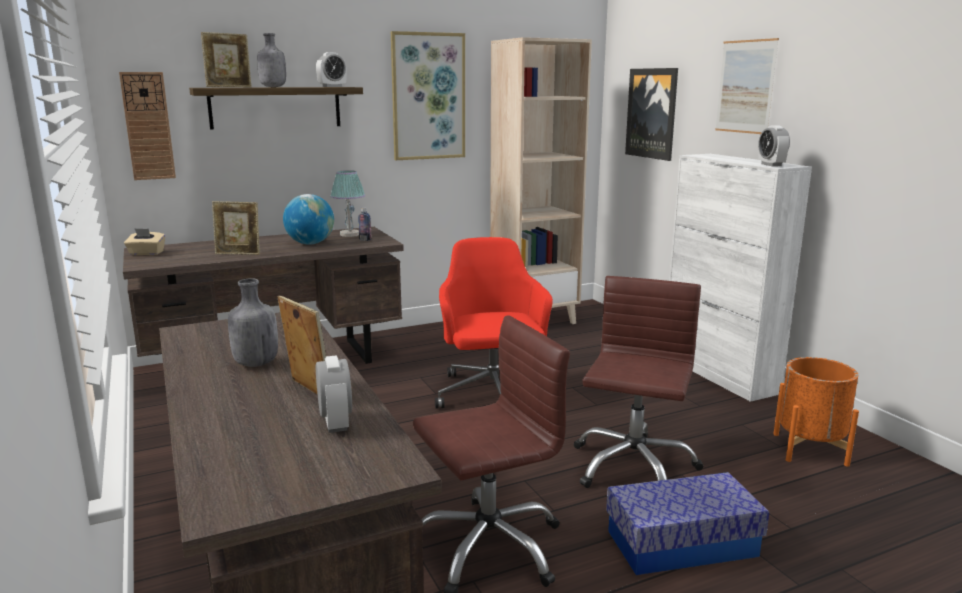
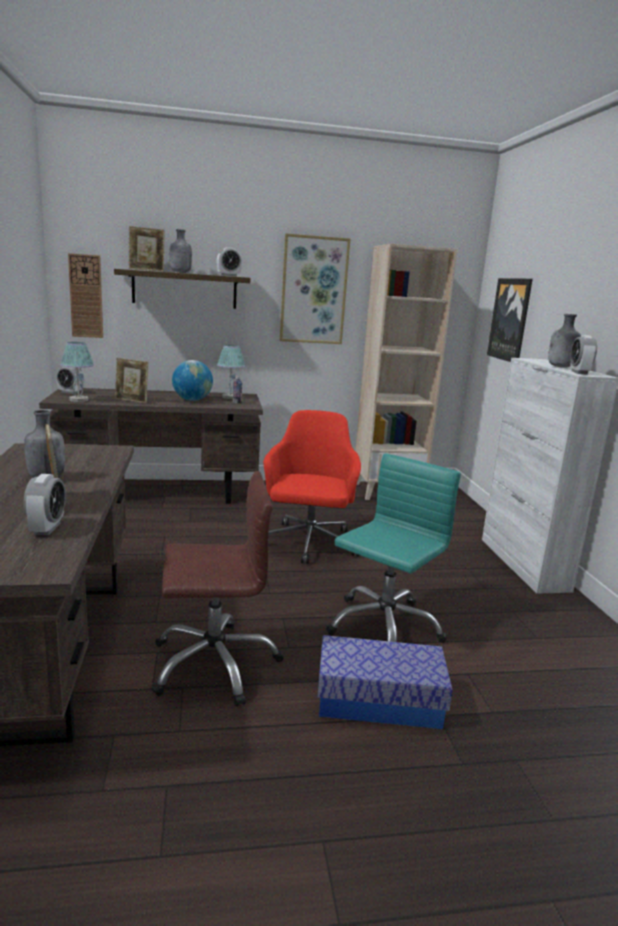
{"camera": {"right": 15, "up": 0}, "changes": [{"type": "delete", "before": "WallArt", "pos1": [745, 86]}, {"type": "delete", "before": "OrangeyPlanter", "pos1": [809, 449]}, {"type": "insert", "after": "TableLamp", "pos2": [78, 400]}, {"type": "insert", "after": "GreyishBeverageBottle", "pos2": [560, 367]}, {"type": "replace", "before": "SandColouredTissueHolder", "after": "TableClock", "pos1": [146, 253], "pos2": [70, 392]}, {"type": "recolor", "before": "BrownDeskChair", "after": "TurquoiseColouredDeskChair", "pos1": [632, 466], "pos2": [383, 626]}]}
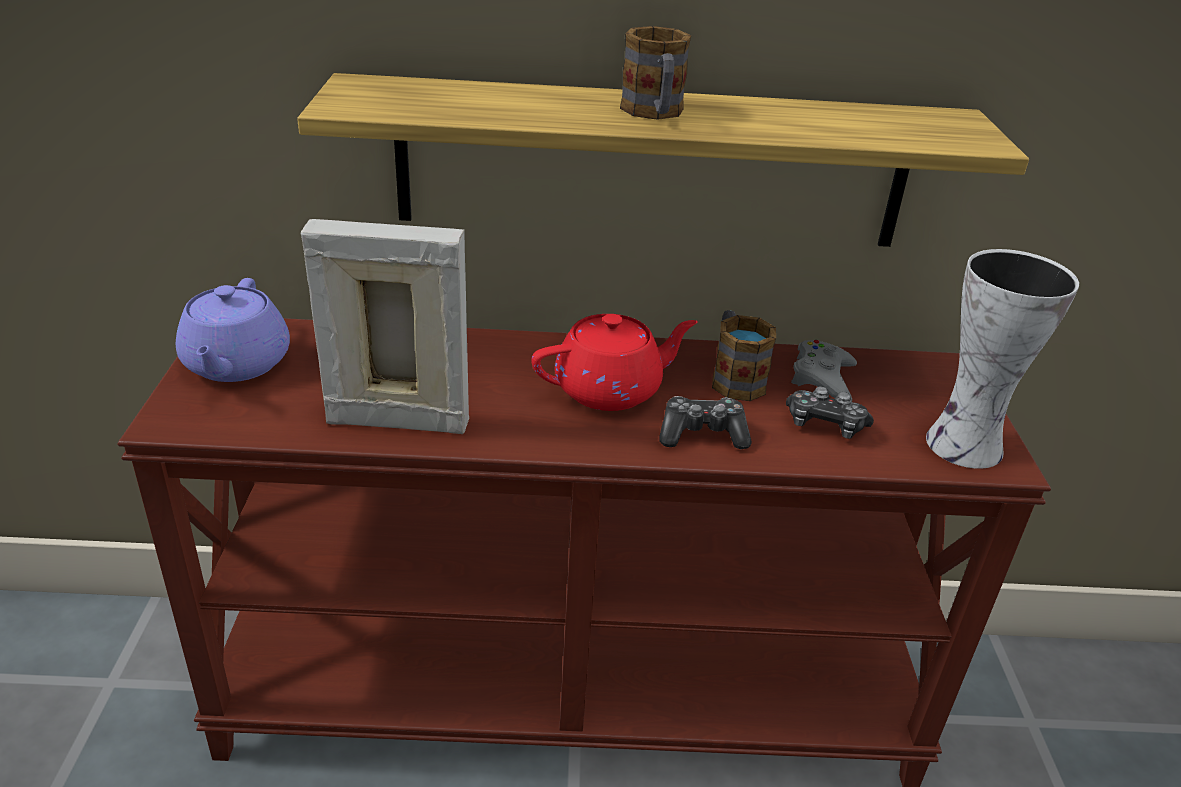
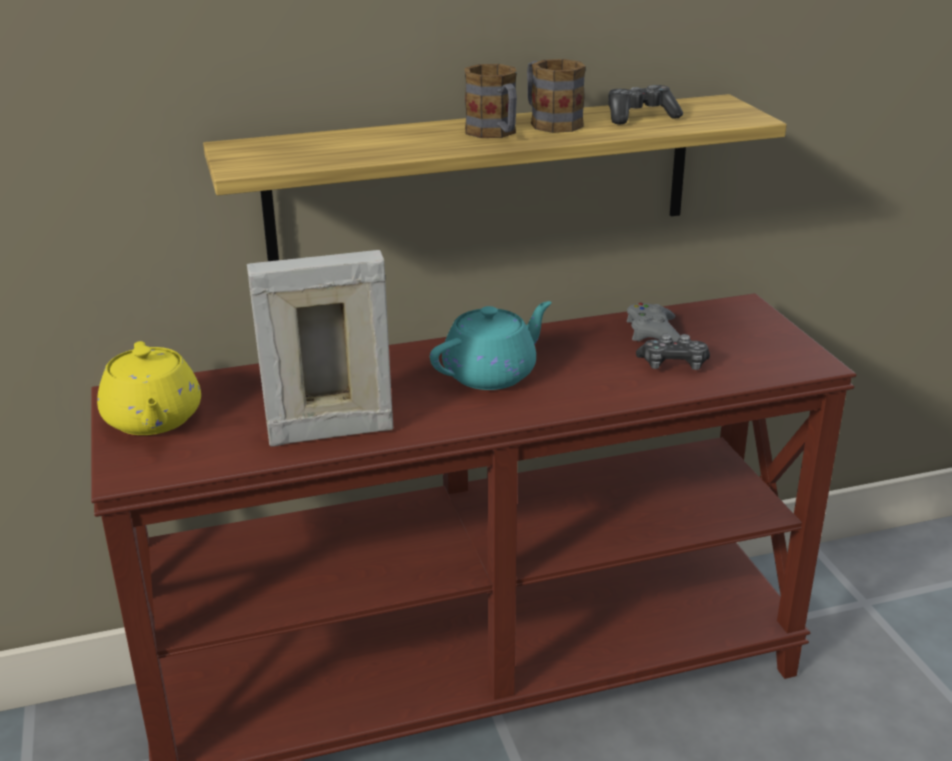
{"camera": {"right": -15, "up": -5}, "changes": [{"type": "delete", "before": "Vase", "pos1": [960, 444]}, {"type": "move", "before": "Gamepad", "pos1": [702, 434], "pos2": [640, 117]}, {"type": "move", "before": "CoffeeMug", "pos1": [734, 378], "pos2": [550, 122]}, {"type": "recolor", "before": "PurpleTeapot", "after": "YellowColouredTeapot", "pos1": [236, 364], "pos2": [153, 419]}, {"type": "recolor", "before": "RedColouredTeapot", "after": "TurquoiseColouredTeapot", "pos1": [611, 390], "pos2": [491, 374]}]}
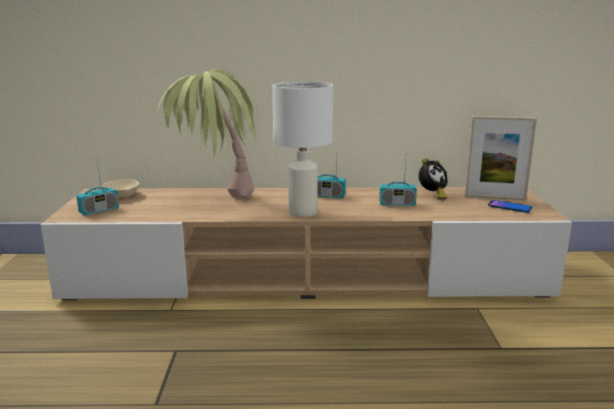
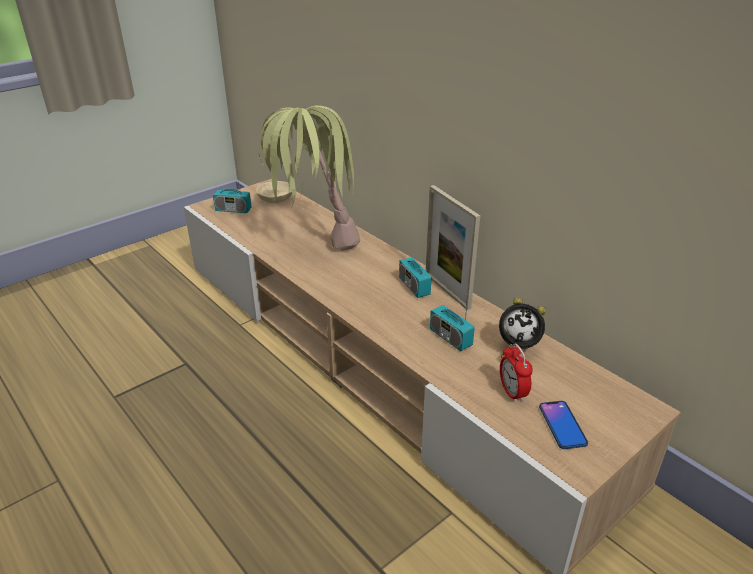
{"camera": {"right": 50, "up": 15}, "changes": [{"type": "delete", "before": "WhiteTableLamp", "pos1": [302, 212]}, {"type": "insert", "after": "TableClock", "pos2": [512, 392]}, {"type": "move", "before": "StandingFrame", "pos1": [495, 198], "pos2": [447, 291]}]}
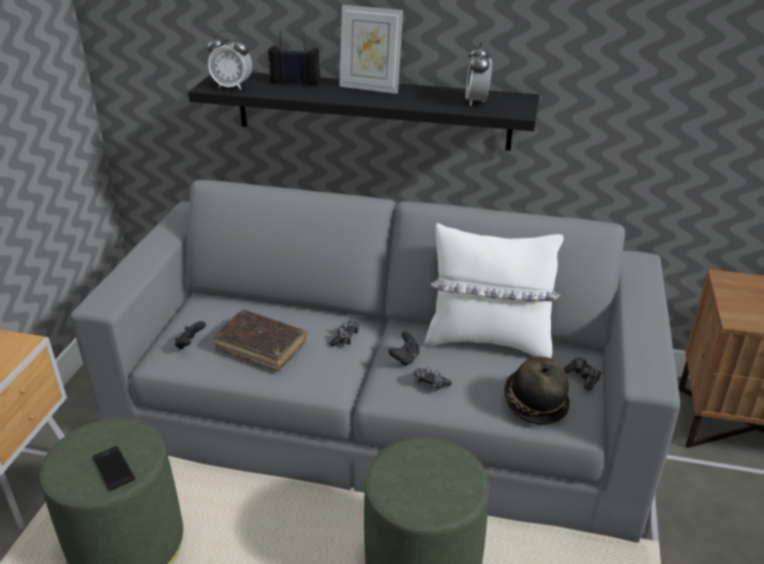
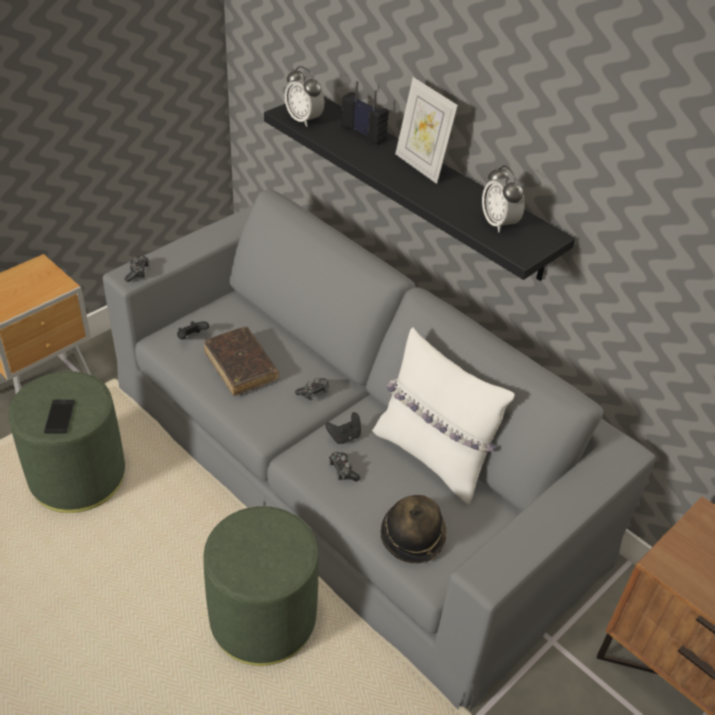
{"camera": {"right": 30, "up": 10}, "changes": [{"type": "move", "before": "Gamepad", "pos1": [582, 377], "pos2": [138, 272]}, {"type": "rotate", "before": "TableClock", "pos1": [477, 101], "pos2": [498, 223], "turn": -60}]}
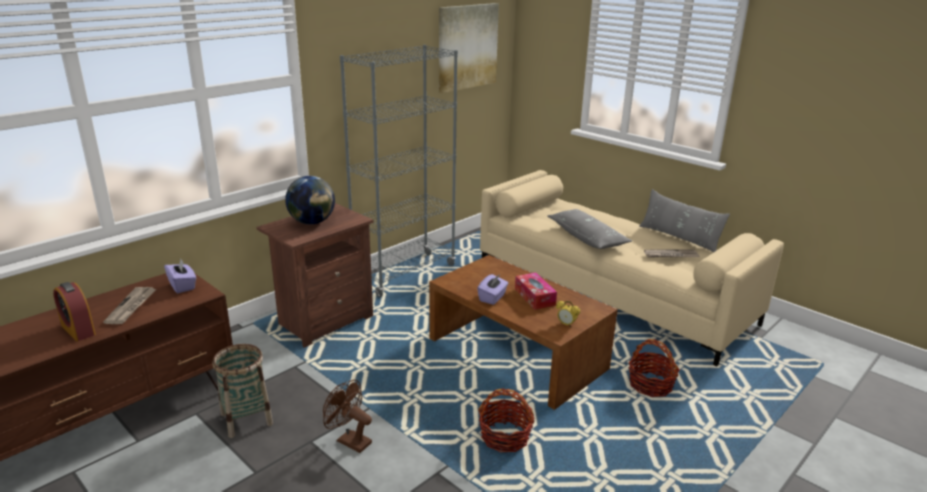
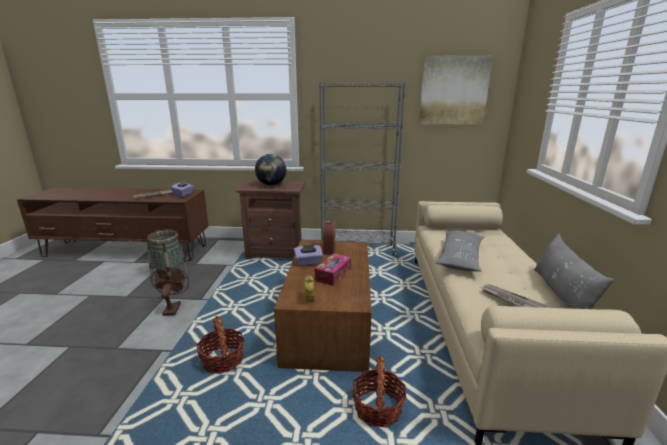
{"camera": {"right": 50, "up": -5}, "changes": [{"type": "move", "before": "TableClock", "pos1": [78, 330], "pos2": [329, 249]}]}
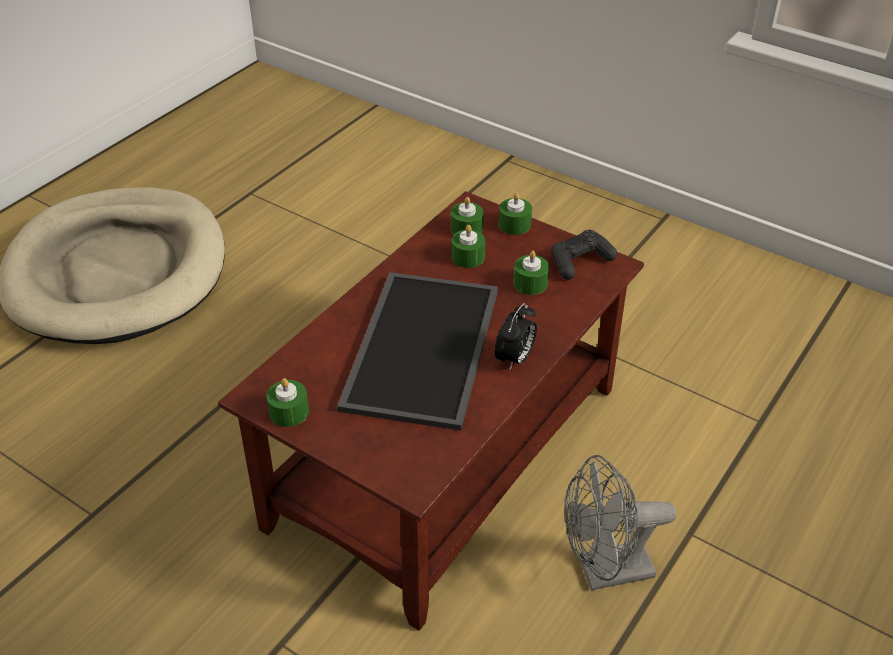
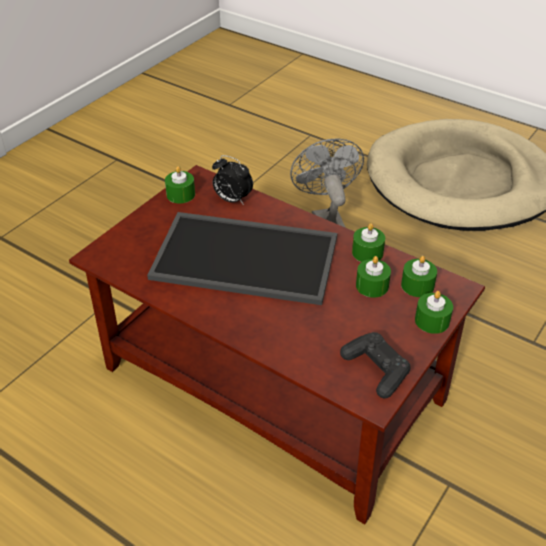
{"camera": {"right": 90, "up": 0}, "changes": [{"type": "move", "before": "TableClock", "pos1": [515, 359], "pos2": [232, 200]}, {"type": "move", "before": "GreenWaxLight", "pos1": [530, 283], "pos2": [367, 252]}, {"type": "move", "before": "GreyishElectricFan", "pos1": [604, 572], "pos2": [326, 220]}]}
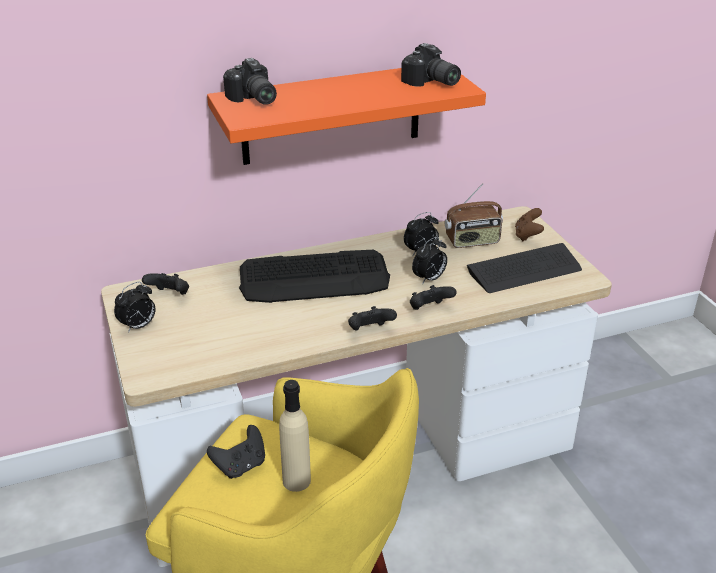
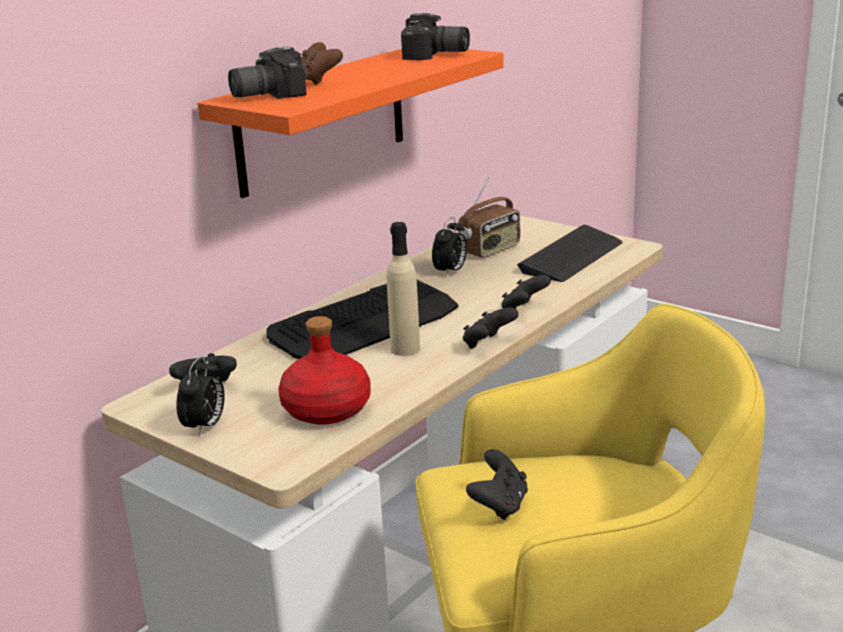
{"camera": {"right": -30, "up": -10}, "changes": [{"type": "delete", "before": "TableClock", "pos1": [429, 279]}, {"type": "insert", "after": "RedColouredBeverageBottle", "pos2": [327, 409]}, {"type": "move", "before": "SandColouredBeverageBottle", "pos1": [296, 481], "pos2": [405, 349]}, {"type": "move", "before": "BrownGamepad", "pos1": [527, 236], "pos2": [318, 81]}, {"type": "rotate", "before": "PhotoCamera", "pos1": [252, 99], "pos2": [265, 95], "turn": 120}]}
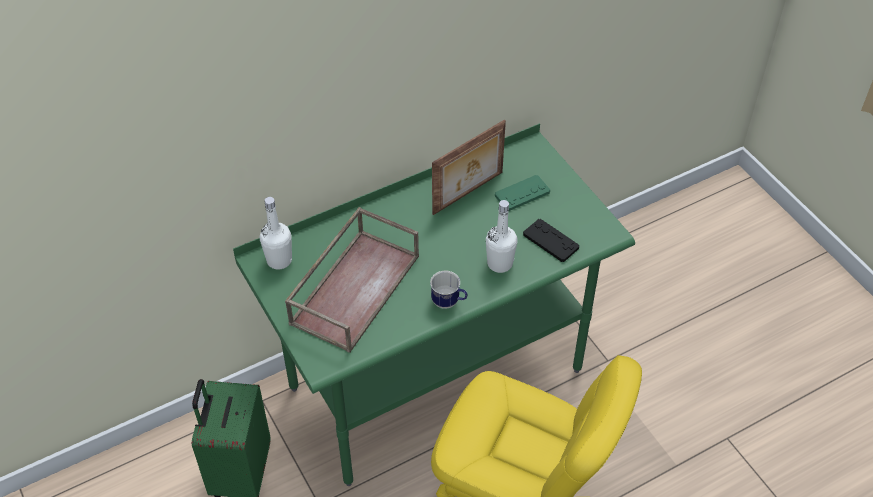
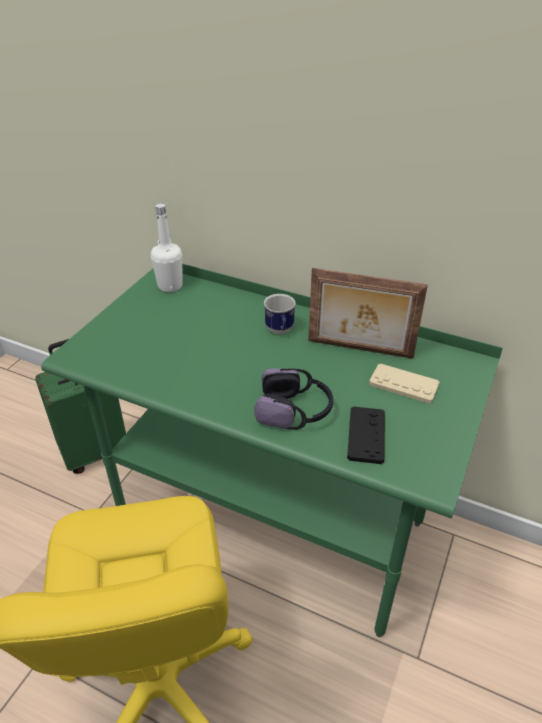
{"camera": {"right": 55, "up": -10}, "changes": [{"type": "delete", "before": "BrownServingTray", "pos1": [354, 287]}, {"type": "move", "before": "CoffeeMug", "pos1": [449, 302], "pos2": [280, 331]}, {"type": "replace", "before": "WhiteBeverageBottle", "after": "Headset", "pos1": [499, 263], "pos2": [294, 411]}, {"type": "recolor", "before": "GreenGamepad", "after": "SandColouredGamepad", "pos1": [522, 194], "pos2": [403, 384]}]}
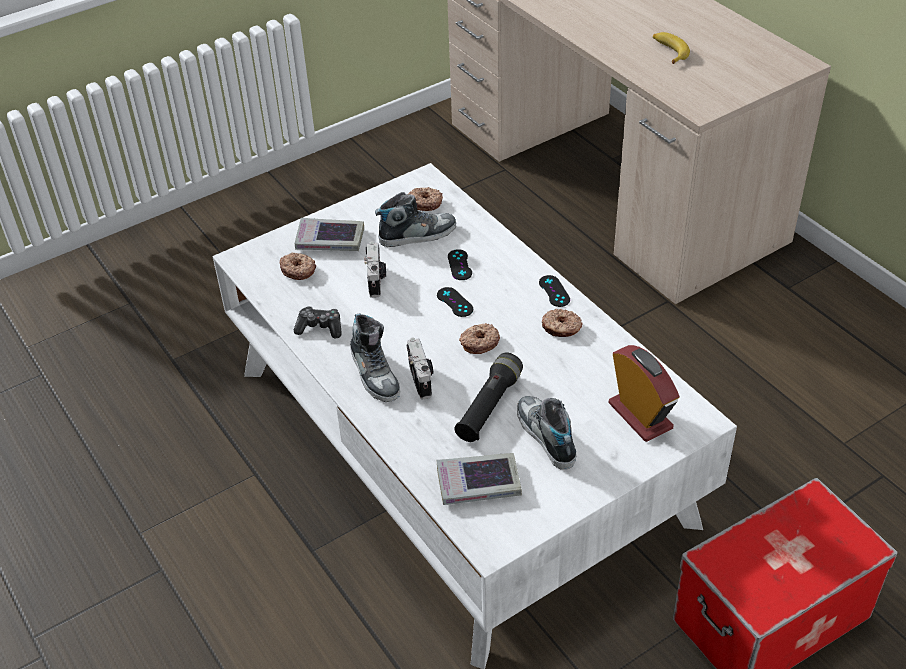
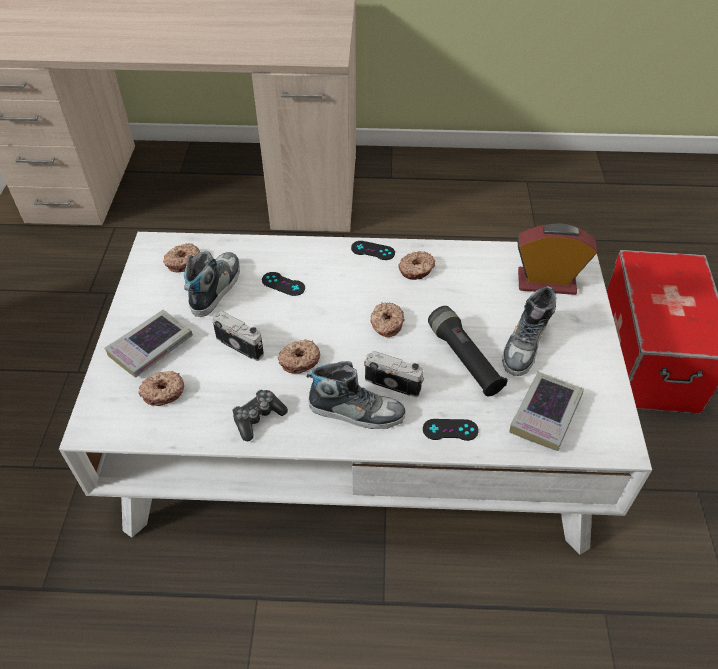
{"camera": {"right": -55, "up": 5}, "changes": [{"type": "delete", "before": "BananaFruit", "pos1": [668, 51]}, {"type": "insert", "after": "Doughnut", "pos2": [299, 360]}, {"type": "move", "before": "BlackColouredGamepad", "pos1": [454, 302], "pos2": [450, 430]}, {"type": "rotate", "before": "ItemOfFootwear", "pos1": [546, 436], "pos2": [525, 344], "turn": -75}]}
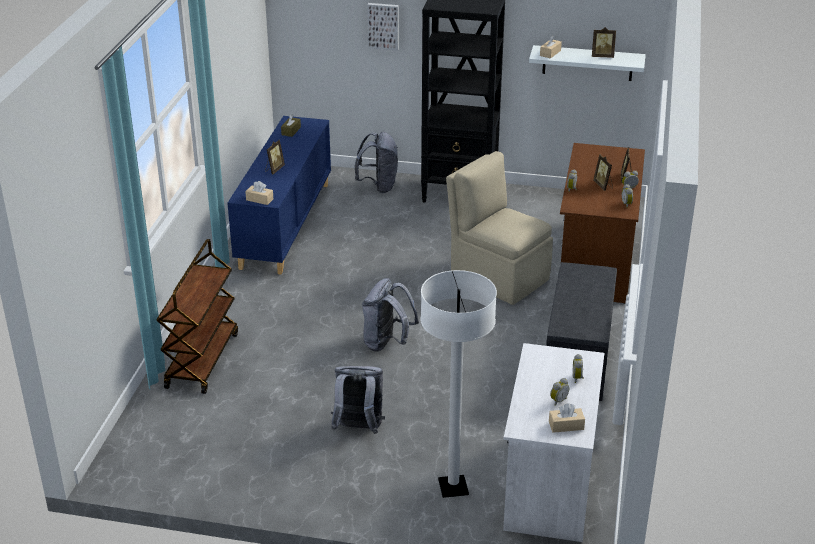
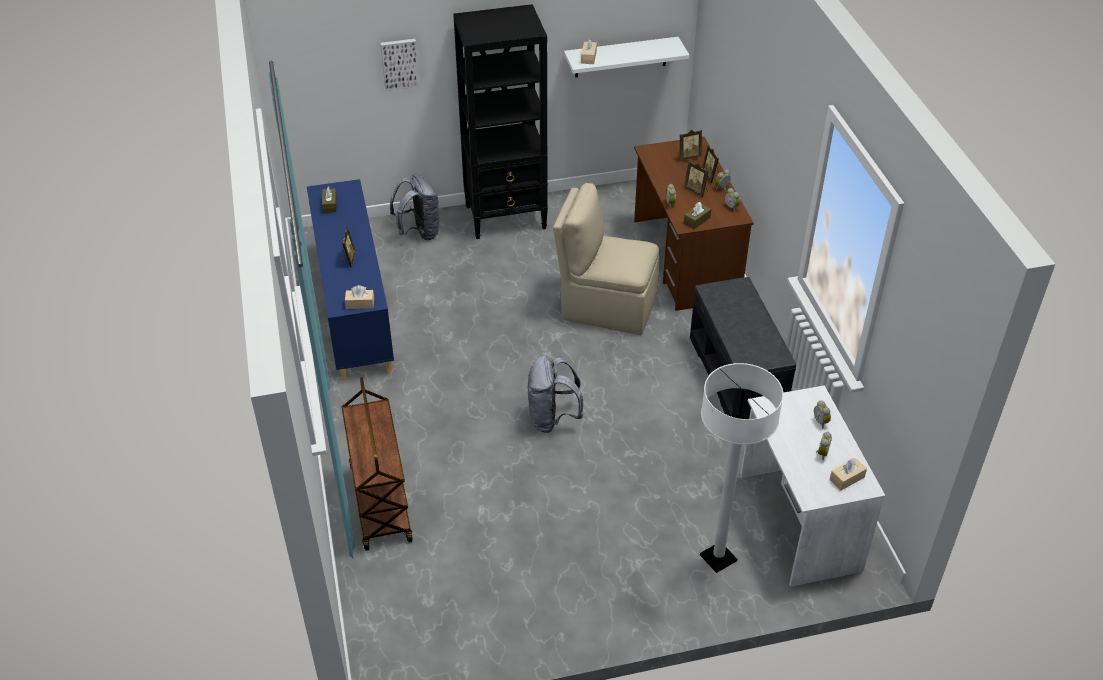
{"camera": {"right": -25, "up": 10}, "changes": [{"type": "delete", "before": "GreyishBackpack", "pos1": [358, 429]}, {"type": "insert", "after": "BrownTissueHolder", "pos2": [697, 220]}, {"type": "move", "before": "StandingFrame", "pos1": [602, 56], "pos2": [688, 157]}]}
